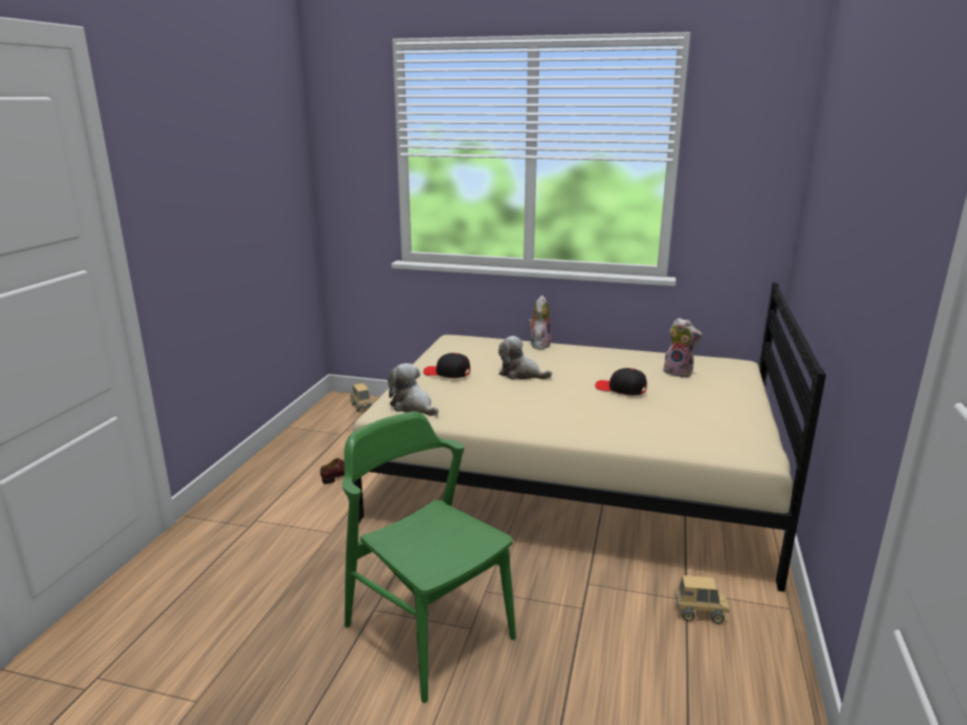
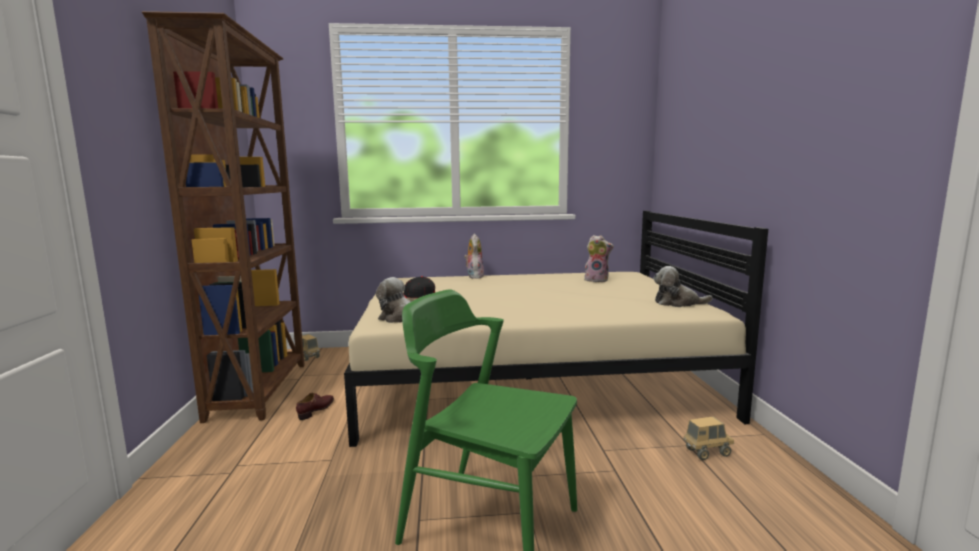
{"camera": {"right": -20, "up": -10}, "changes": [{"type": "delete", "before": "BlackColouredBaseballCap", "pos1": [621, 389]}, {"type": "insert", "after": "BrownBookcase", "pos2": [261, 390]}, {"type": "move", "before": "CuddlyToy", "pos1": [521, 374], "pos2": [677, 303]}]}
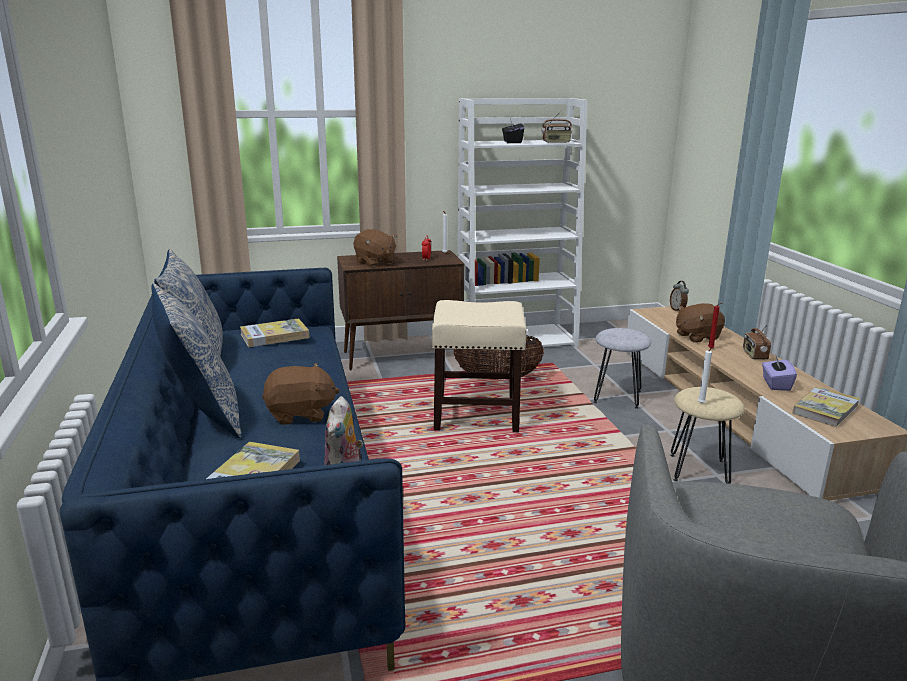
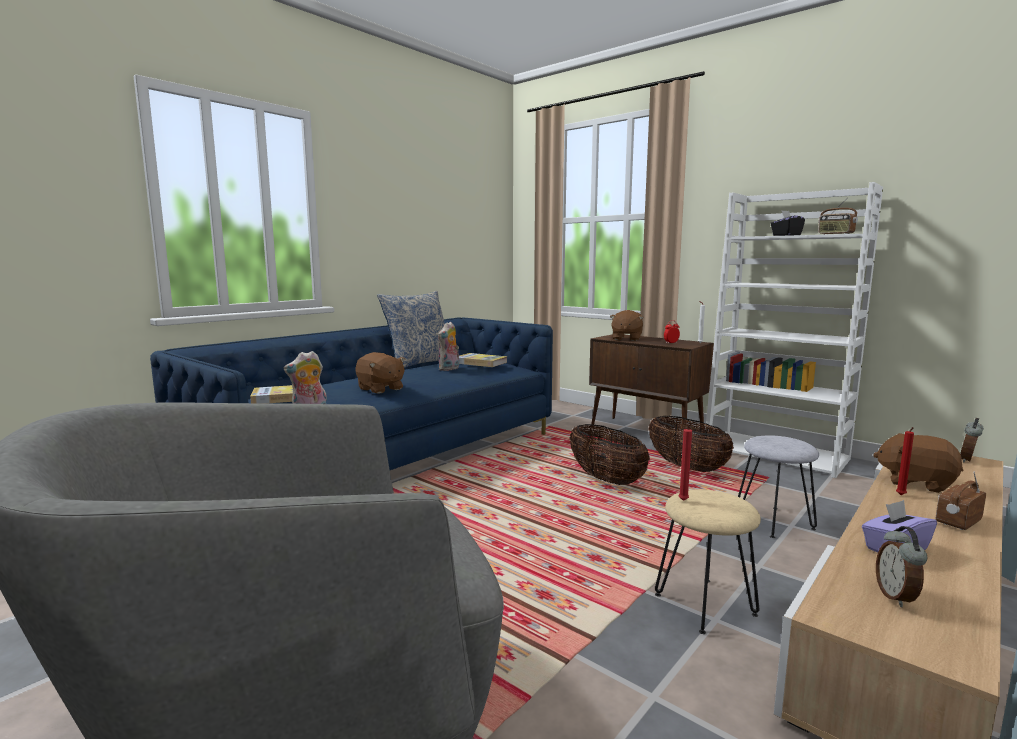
{"camera": {"right": 55, "up": -10}, "changes": [{"type": "delete", "before": "ThrowPillow", "pos1": [202, 415]}, {"type": "insert", "after": "CuddlyToy", "pos2": [449, 369]}, {"type": "replace", "before": "SandColouredStoolSeat", "after": "HouseholdBasket", "pos1": [477, 416], "pos2": [606, 479]}, {"type": "replace", "before": "BoundBook", "after": "TableClock", "pos1": [825, 409], "pos2": [897, 597]}, {"type": "recolor", "before": "WhiteWaxLight", "after": "RedColouredWaxLight", "pos1": [702, 404], "pos2": [682, 501]}]}
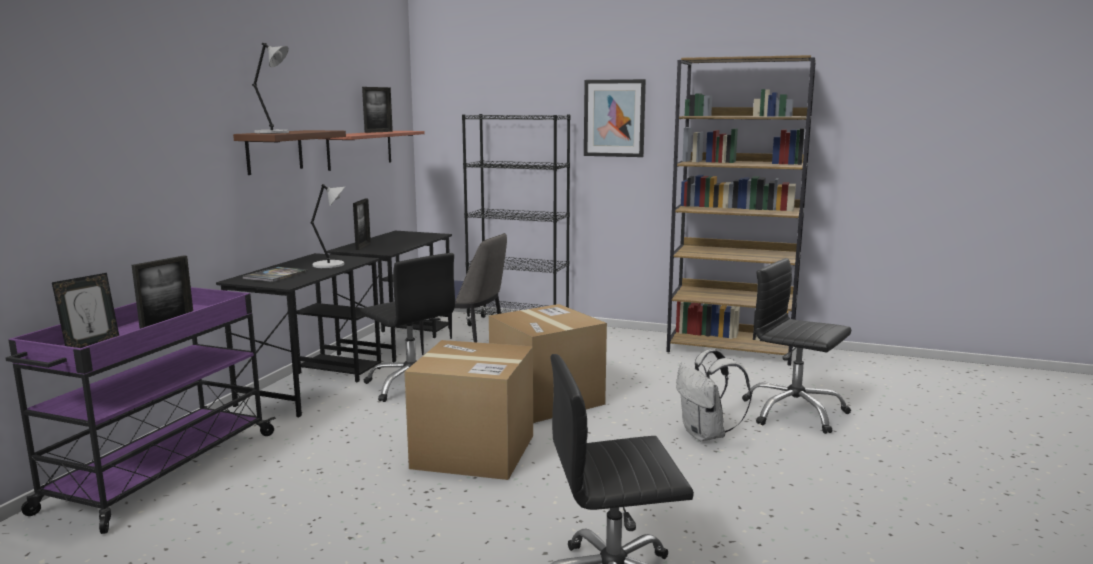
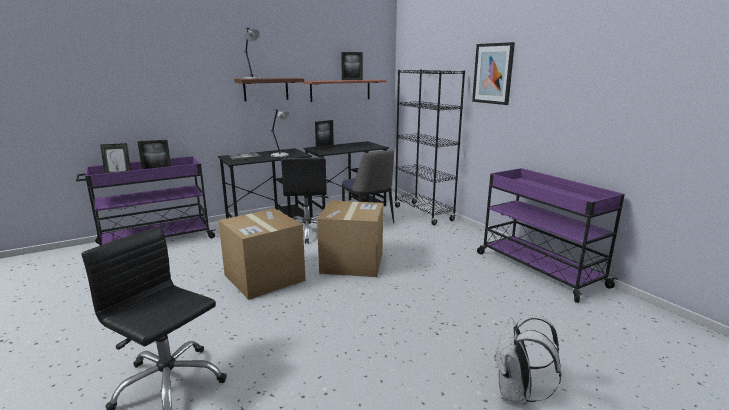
{"camera": {"right": 40, "up": 5}, "changes": [{"type": "delete", "before": "BlackColouredDeskChair", "pos1": [794, 412]}, {"type": "move", "before": "WhiteBackpack", "pos1": [706, 435], "pos2": [517, 393]}, {"type": "replace", "before": "BrownBookcase", "after": "PurpleTrolley", "pos1": [731, 349], "pos2": [537, 269]}]}
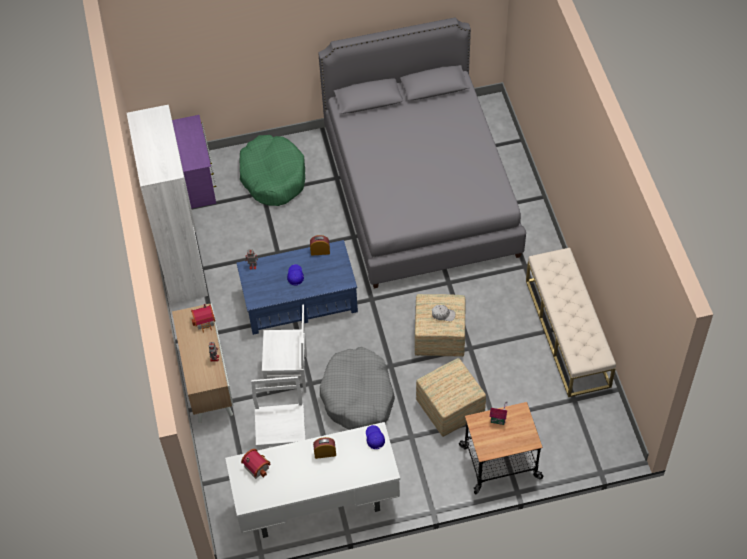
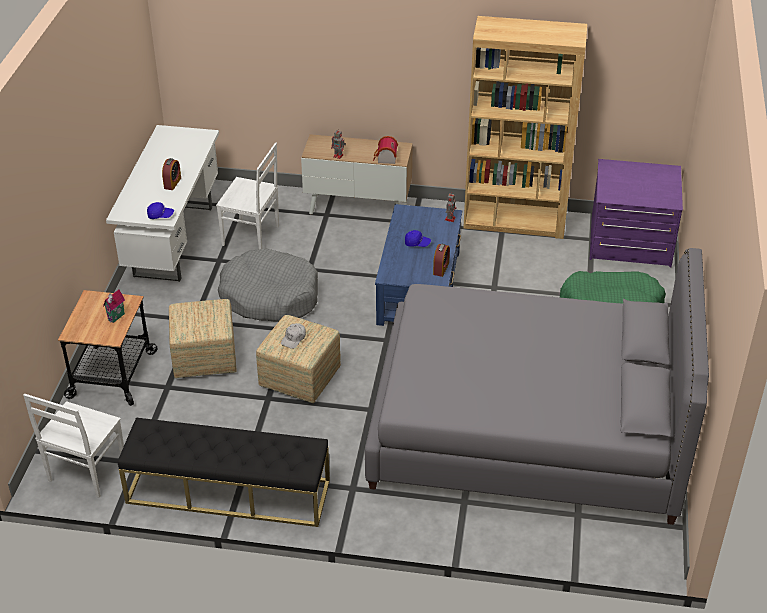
{"camera": {"right": 110, "up": -15}, "changes": [{"type": "delete", "before": "ToyHouse", "pos1": [257, 466]}, {"type": "move", "before": "WhiteChair", "pos1": [289, 374], "pos2": [86, 472]}, {"type": "recolor", "before": "WhiteBookcase", "after": "BrownBookcase", "pos1": [183, 264], "pos2": [515, 221]}, {"type": "recolor", "before": "SandColouredLongSeat", "after": "BlackColouredLongSeat", "pos1": [567, 333], "pos2": [228, 492]}]}
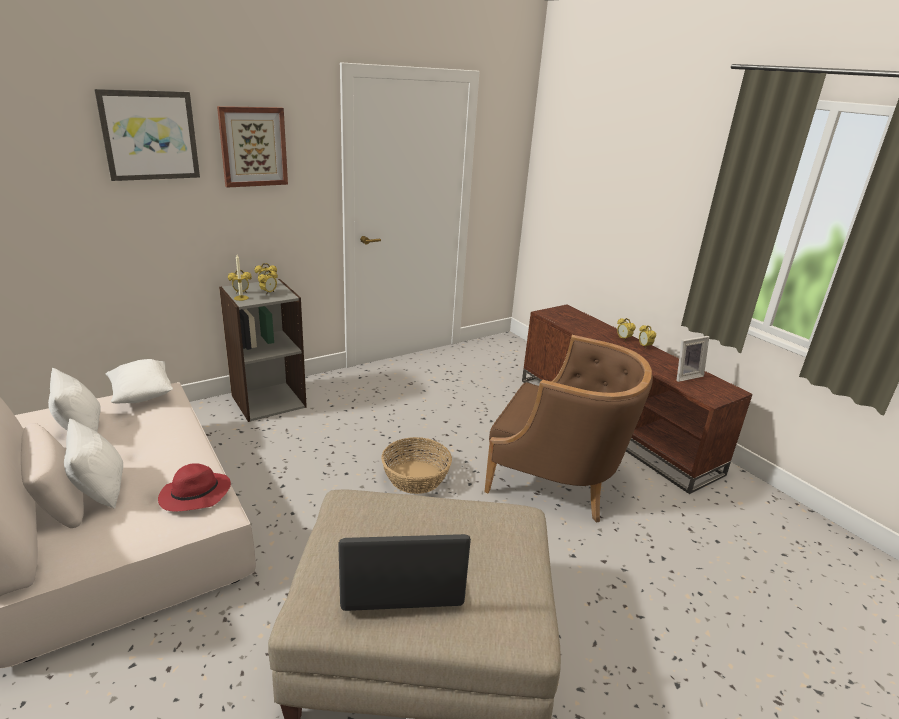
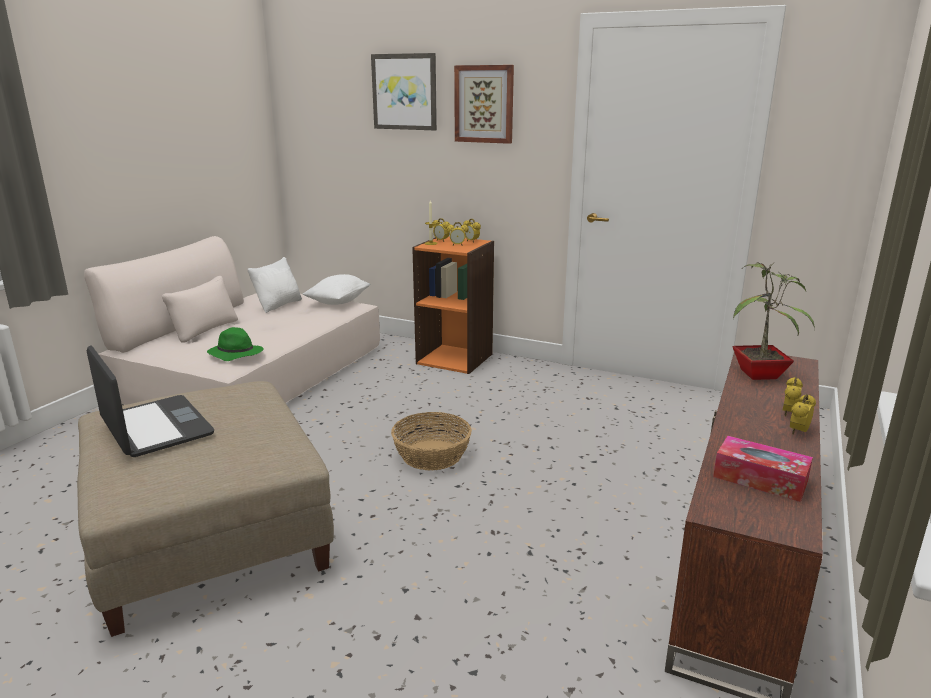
{"camera": {"right": 60, "up": -5}, "changes": [{"type": "delete", "before": "WhiteThrowPillow", "pos1": [100, 489]}, {"type": "delete", "before": "BrownArmchair", "pos1": [557, 477]}, {"type": "insert", "after": "Houseplant", "pos2": [761, 374]}, {"type": "replace", "before": "StandingFrame", "after": "TissueHolder", "pos1": [685, 376], "pos2": [760, 479]}, {"type": "recolor", "before": "RedColouredClothingHat", "after": "GreenClothingHat", "pos1": [194, 496], "pos2": [235, 354]}, {"type": "recolor", "before": "GreyishBookcase", "after": "OrangeyBookcase", "pos1": [268, 401], "pos2": [455, 358]}]}
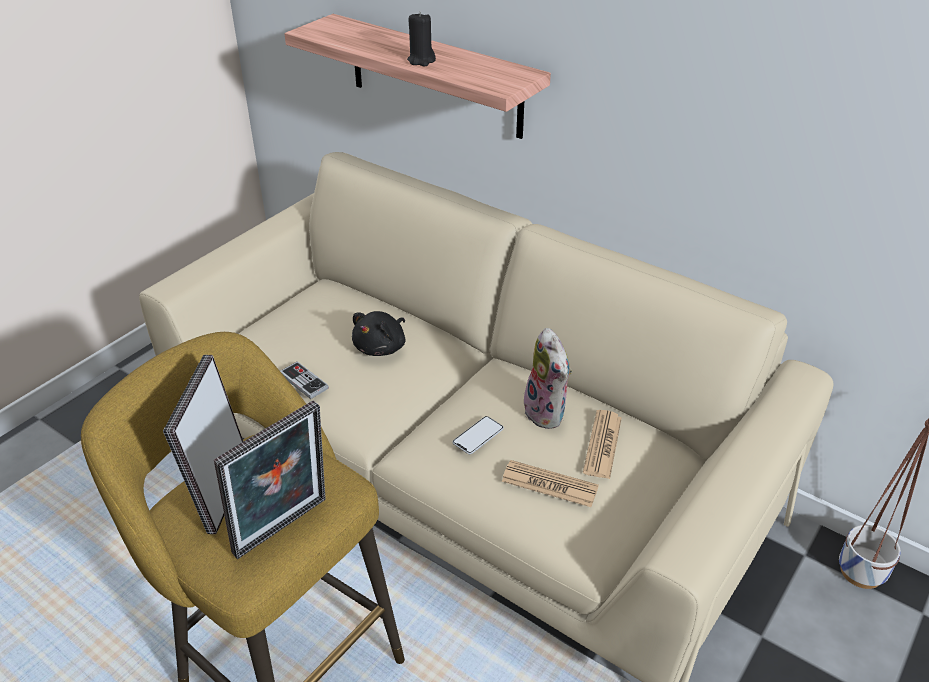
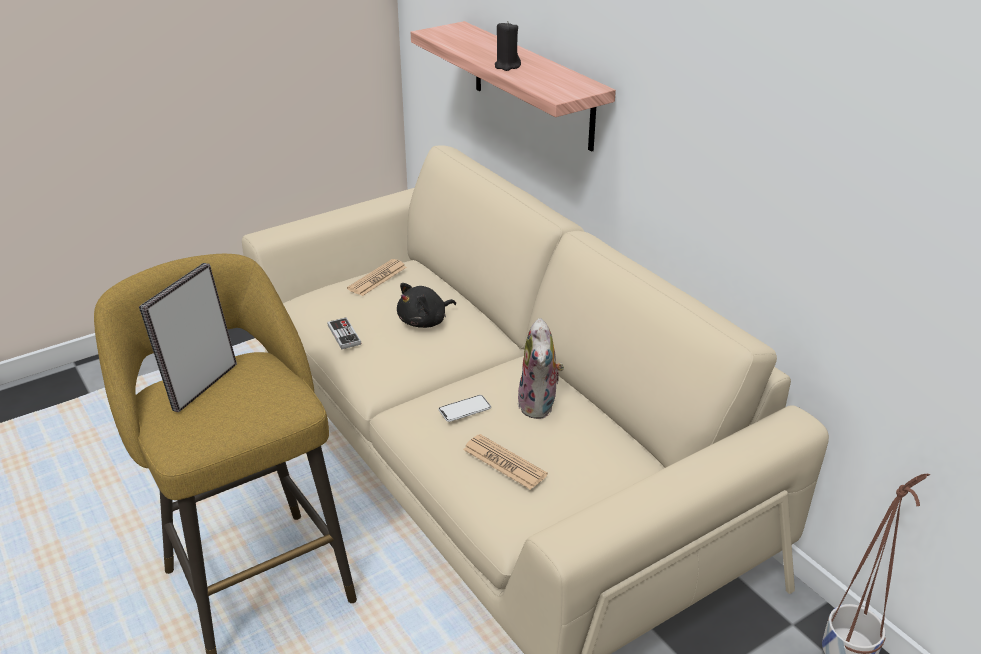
{"camera": {"right": 20, "up": -5}, "changes": [{"type": "delete", "before": "StandingFrame", "pos1": [284, 530]}, {"type": "move", "before": "Newspaper", "pos1": [602, 444], "pos2": [377, 278]}]}
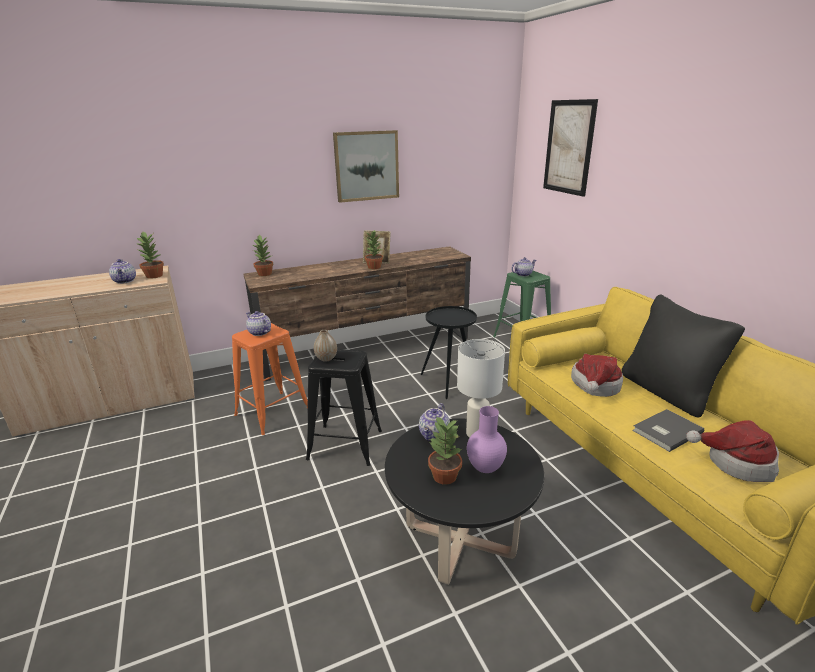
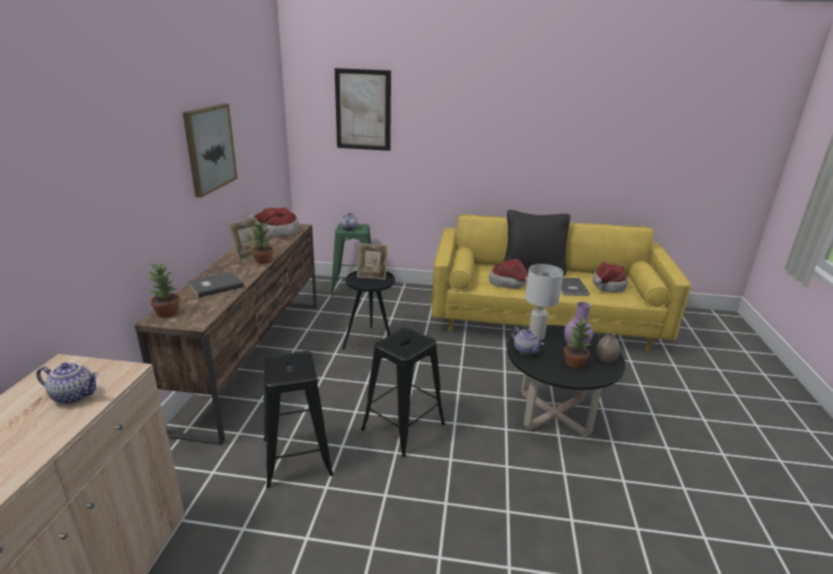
{"camera": {"right": -60, "up": 0}, "changes": [{"type": "delete", "before": "Houseplant", "pos1": [155, 276]}, {"type": "delete", "before": "Teapot", "pos1": [259, 333]}, {"type": "insert", "after": "GreyishBoundBook", "pos2": [215, 286]}, {"type": "insert", "after": "ClothingHat", "pos2": [278, 232]}, {"type": "insert", "after": "StandingFrame", "pos2": [372, 276]}, {"type": "move", "before": "Vase", "pos1": [326, 358], "pos2": [605, 359]}, {"type": "recolor", "before": "OrangeyStoolSeat", "after": "BlackColouredStoolSeat", "pos1": [273, 412], "pos2": [297, 456]}]}
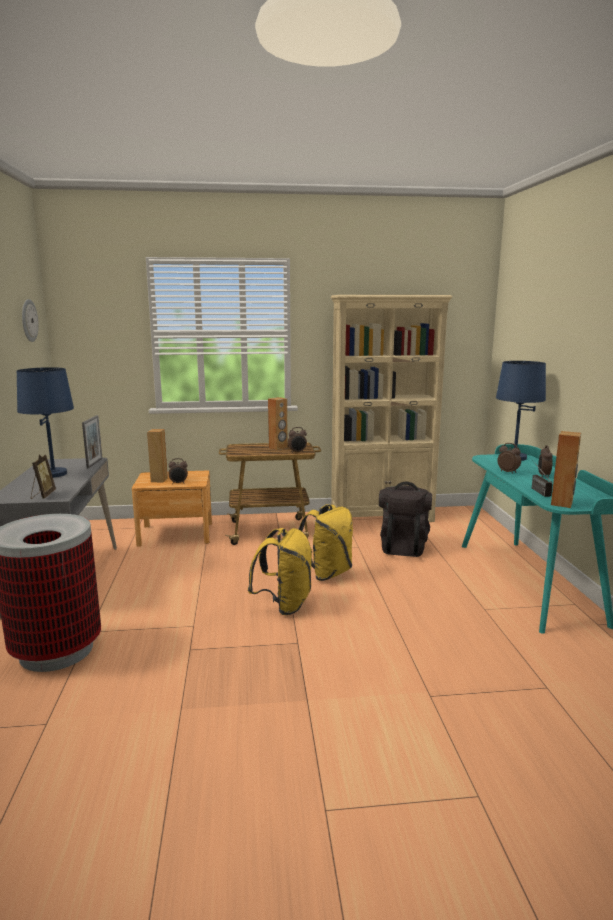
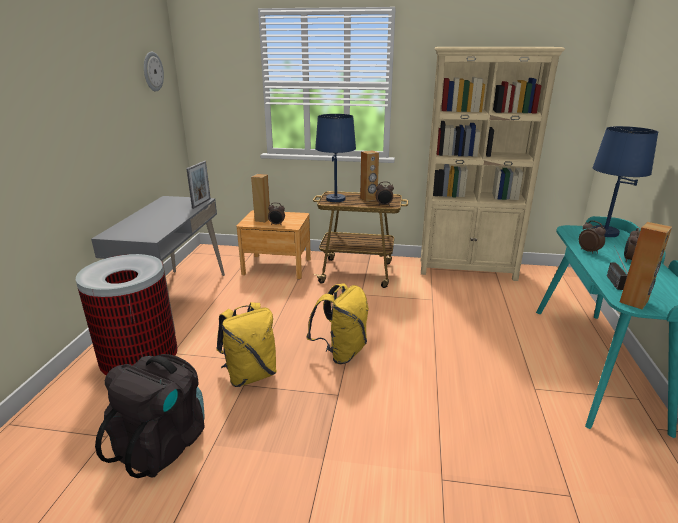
{"camera": {"right": 15, "up": 10}, "changes": [{"type": "delete", "before": "StandingFrame", "pos1": [43, 495]}, {"type": "move", "before": "BlueColouredTableLamp", "pos1": [53, 474], "pos2": [335, 199]}, {"type": "move", "before": "YellowColouredBackpack", "pos1": [327, 573], "pos2": [250, 375]}, {"type": "move", "before": "BlackColouredBackpack", "pos1": [403, 546], "pos2": [163, 443]}]}
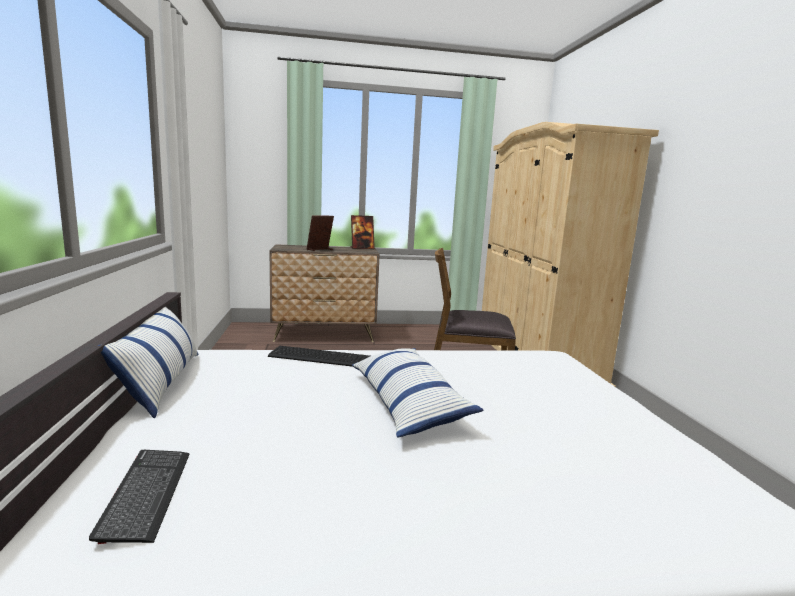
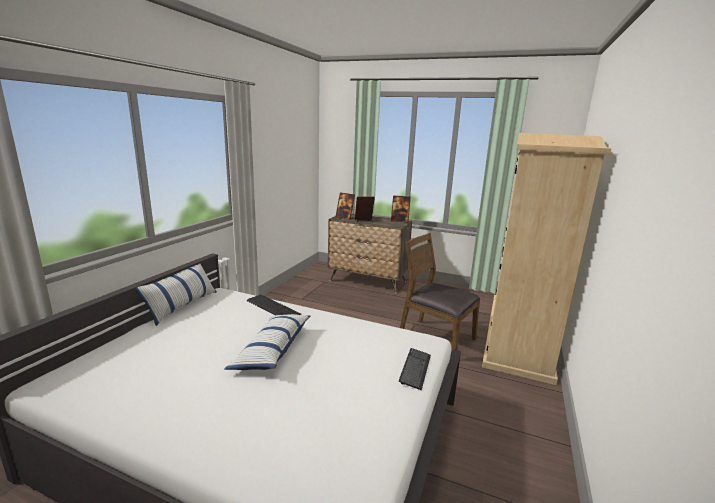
{"camera": {"right": 30, "up": 5}, "changes": [{"type": "insert", "after": "StandingFrame", "pos2": [344, 218]}, {"type": "move", "before": "Keyboard", "pos1": [146, 494], "pos2": [415, 369]}]}
